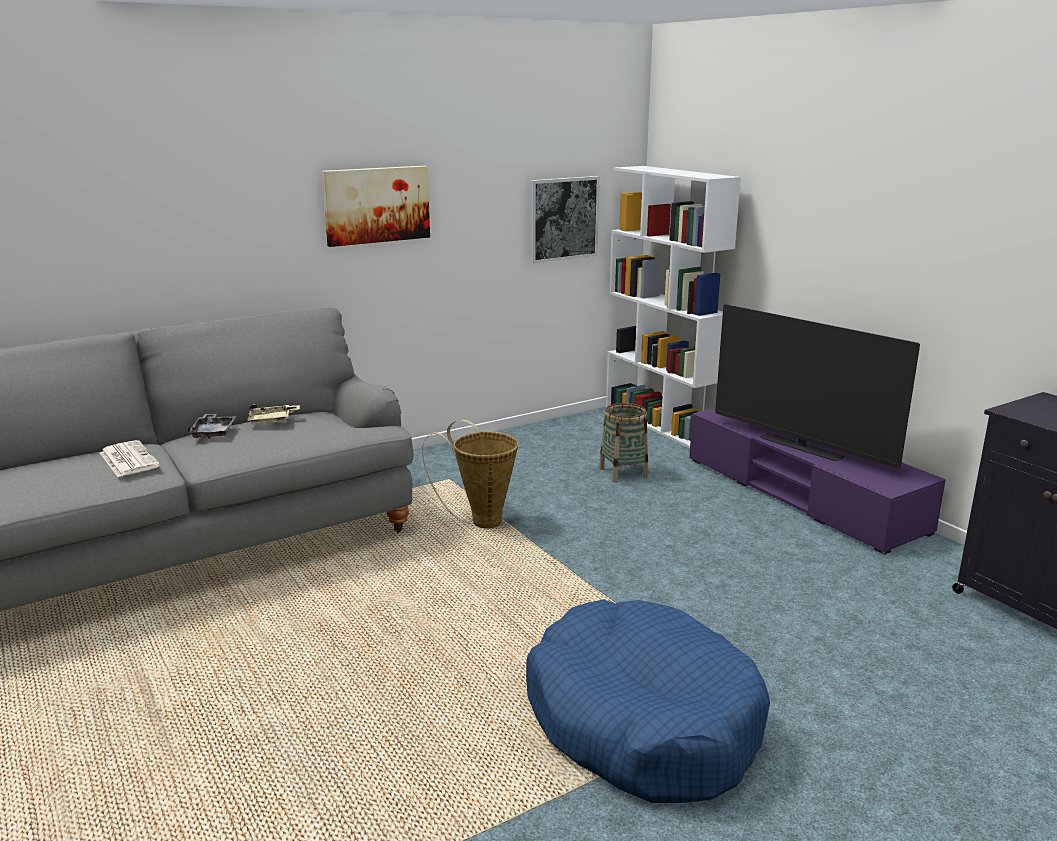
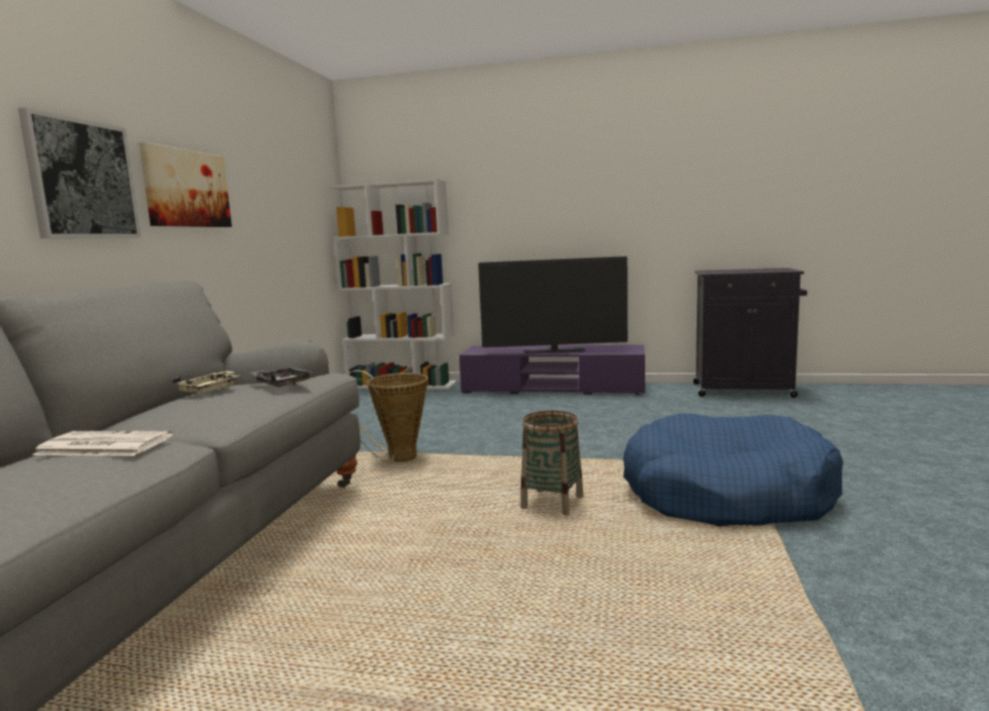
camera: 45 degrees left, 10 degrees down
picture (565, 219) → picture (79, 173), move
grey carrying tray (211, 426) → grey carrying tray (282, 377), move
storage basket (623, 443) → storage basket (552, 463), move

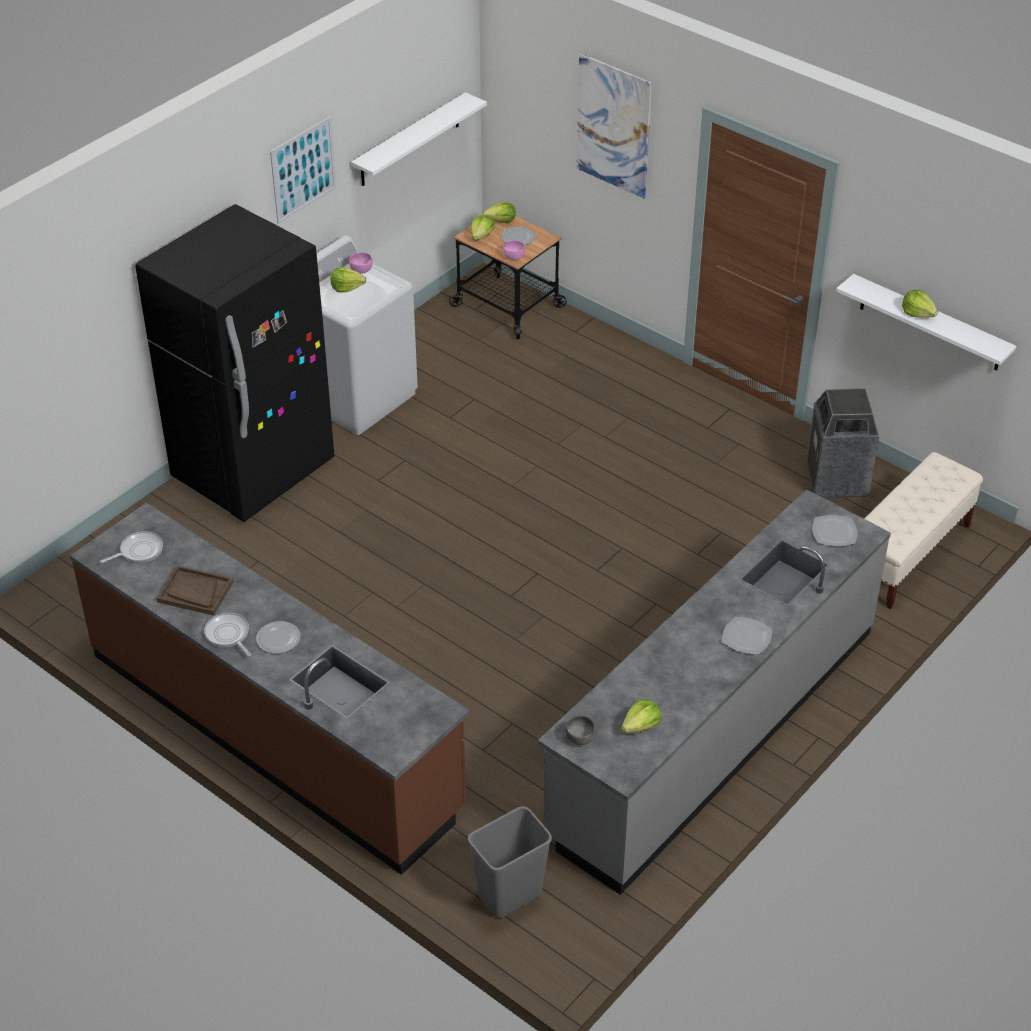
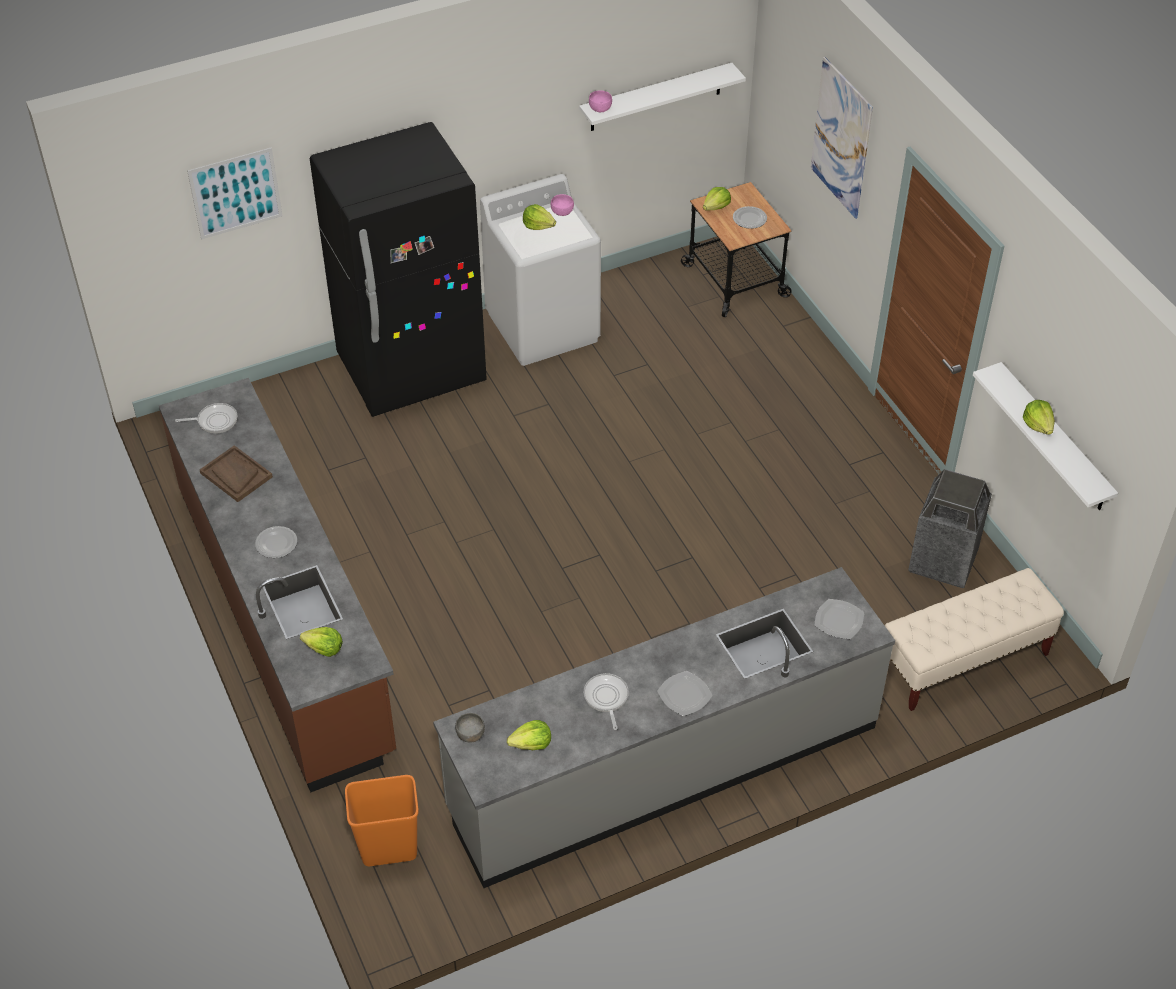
camera: 25 degrees right, 5 degrees up
picture (303, 170) → picture (235, 193), move
lettuce (499, 212) → lettuce (321, 642), move
grey rubbish bin (510, 862) → orangey rubbish bin (382, 820)
frying pan (227, 634) → frying pan (606, 701), move
pink deep dish (514, 250) → pink deep dish (600, 101), move

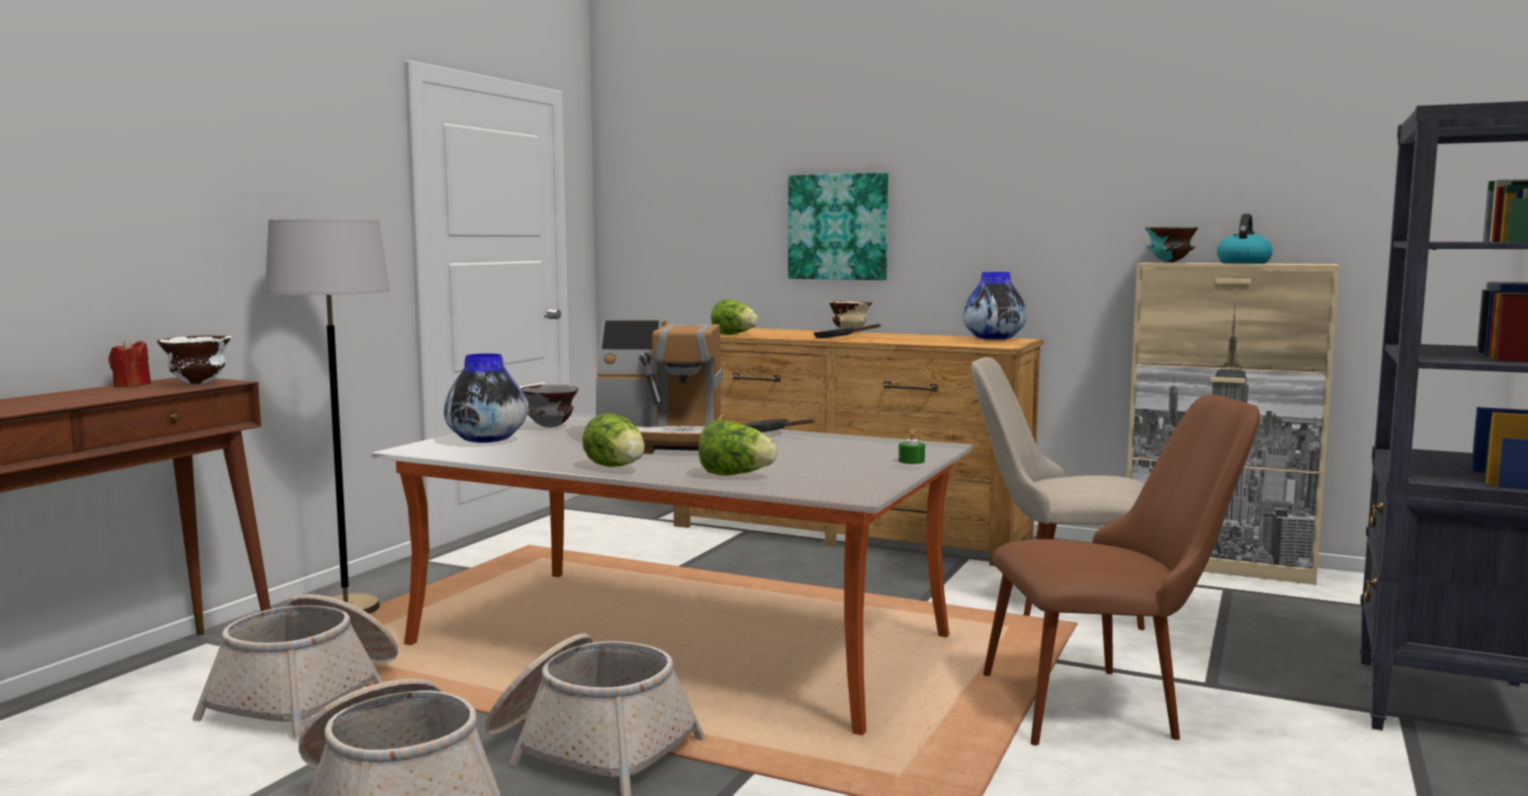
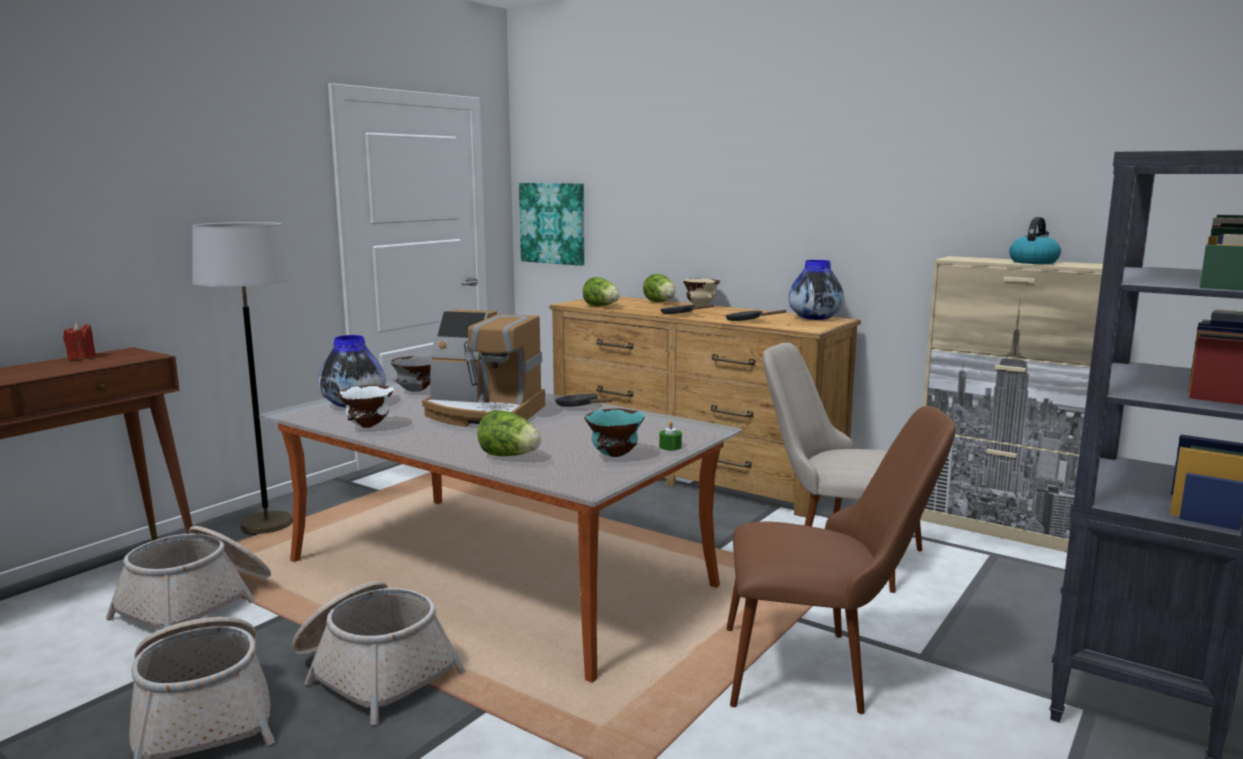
camera: 10 degrees right, 5 degrees up
whitish deep dish (194, 359) → whitish deep dish (366, 406), move
picture (838, 226) → picture (551, 224), move
turquoise deep dish (1171, 244) → turquoise deep dish (614, 432), move
lettuce (613, 440) → lettuce (659, 288), move
- → black-coloured frying pan (756, 315)

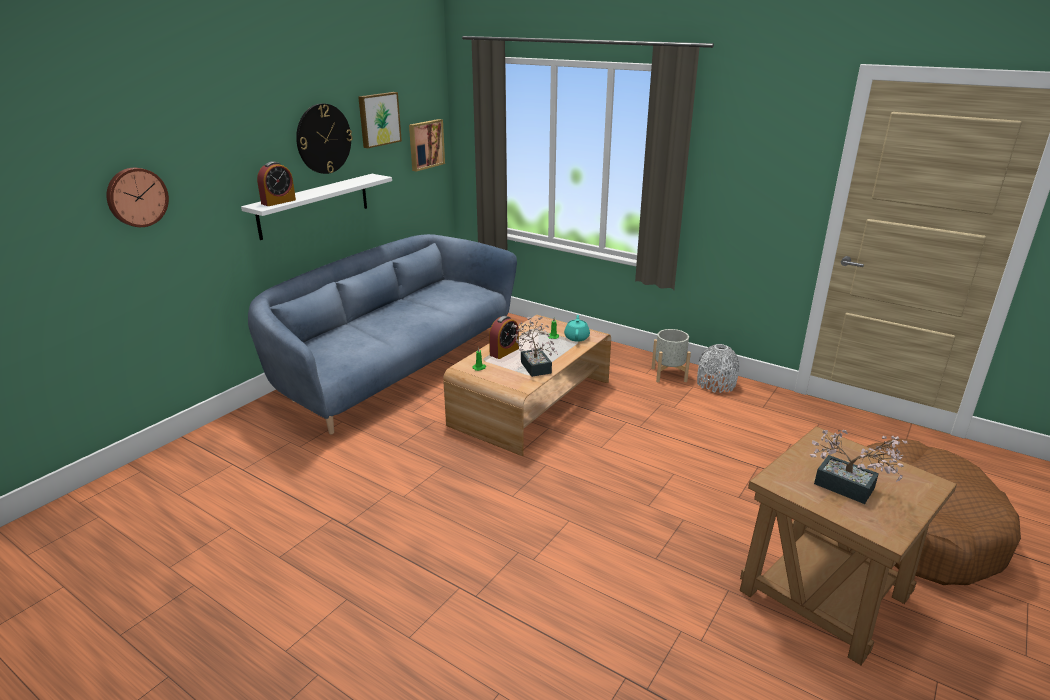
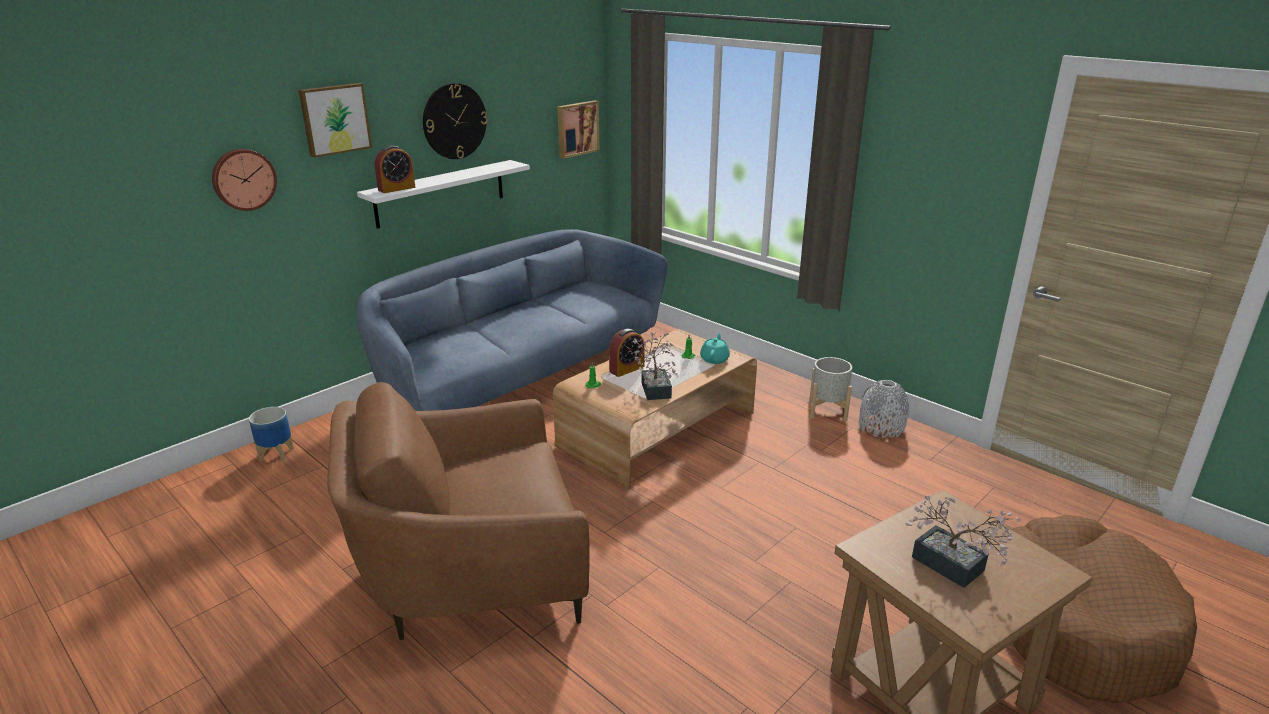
camera: 10 degrees right, 0 degrees up
- → flower pot (271, 434)
picture (380, 120) → picture (335, 120), move
- → brown-coloured lounge chair (458, 511)

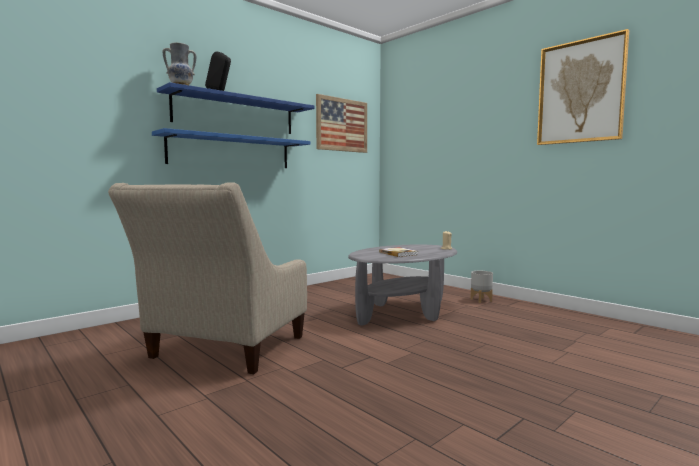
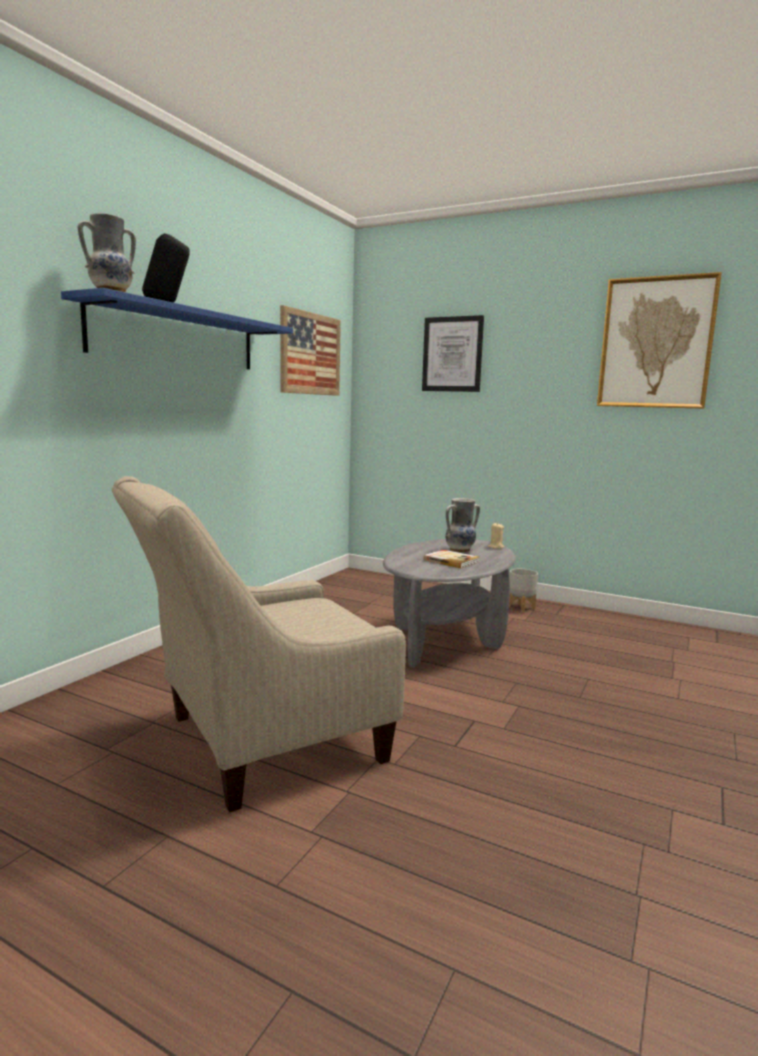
camera: 20 degrees left, 5 degrees up
beige-coloured lounge chair (207, 278) → beige-coloured lounge chair (259, 644), 60 degrees clockwise
- → picture (453, 353)
- → vase (463, 525)
bluish bracket shelf (231, 148) → -

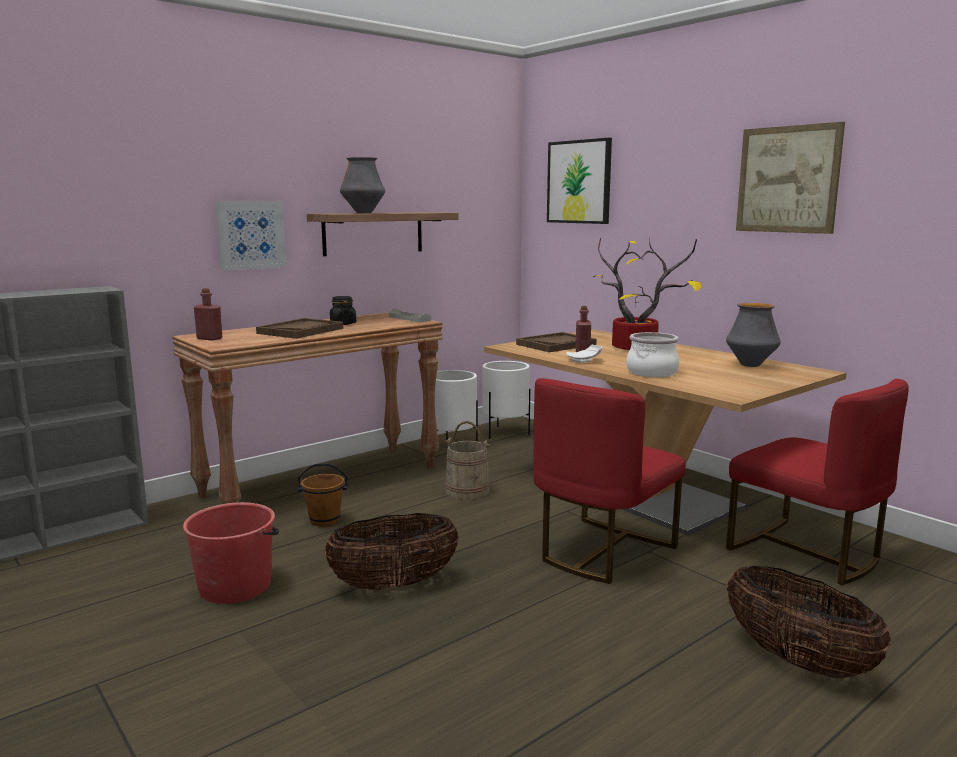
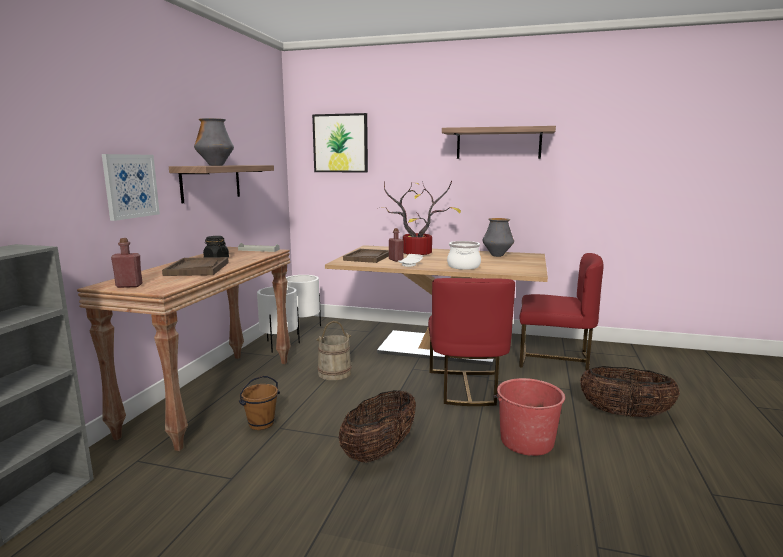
camera: 35 degrees left, 0 degrees up
picture (790, 178) → bracket shelf (499, 142)
red-coloured water bucket (231, 553) → red-coloured water bucket (529, 417), move

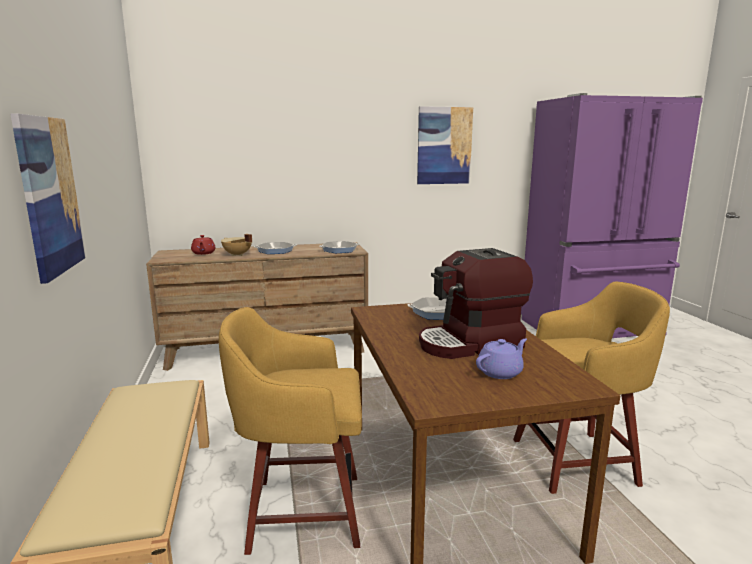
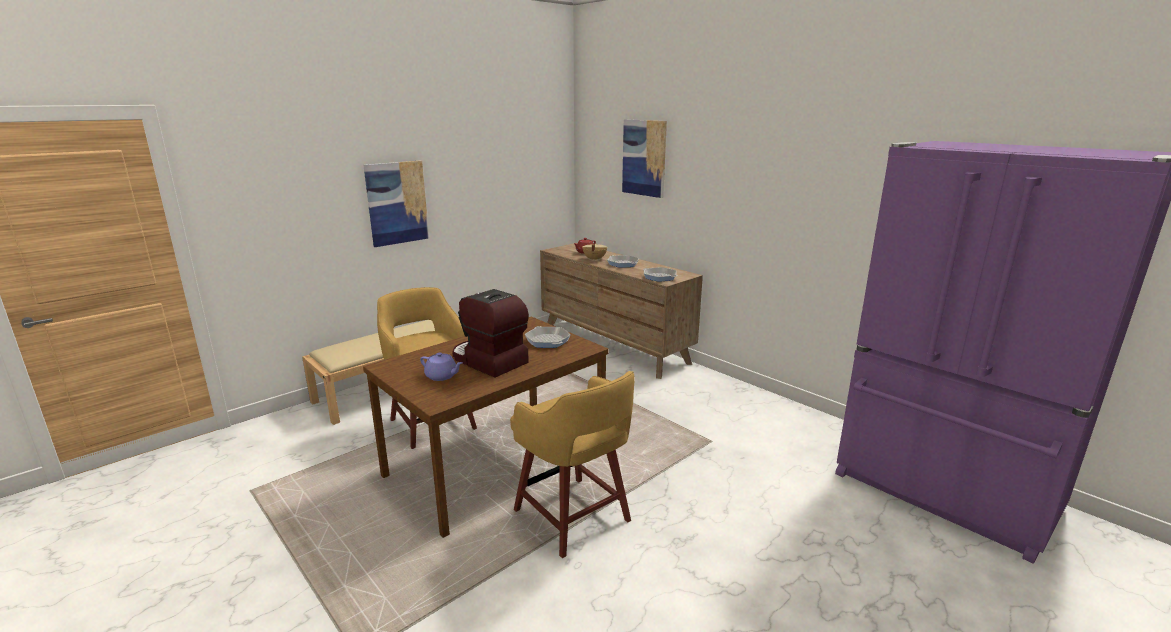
camera: 60 degrees right, 5 degrees up
picture (445, 145) → picture (644, 158), move

